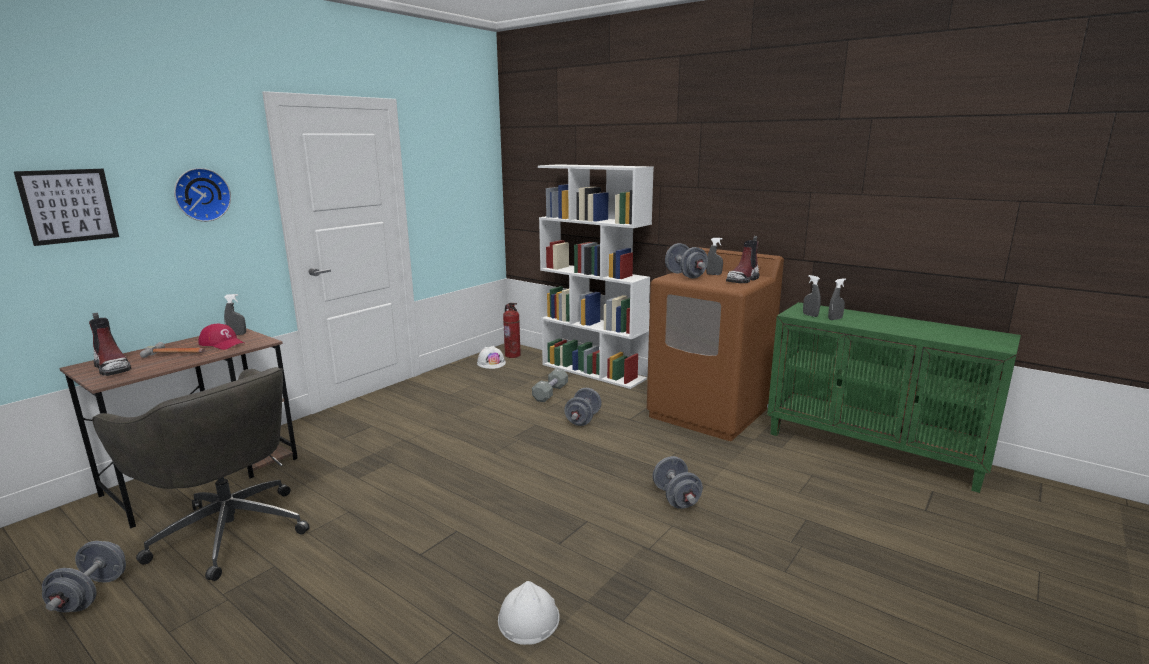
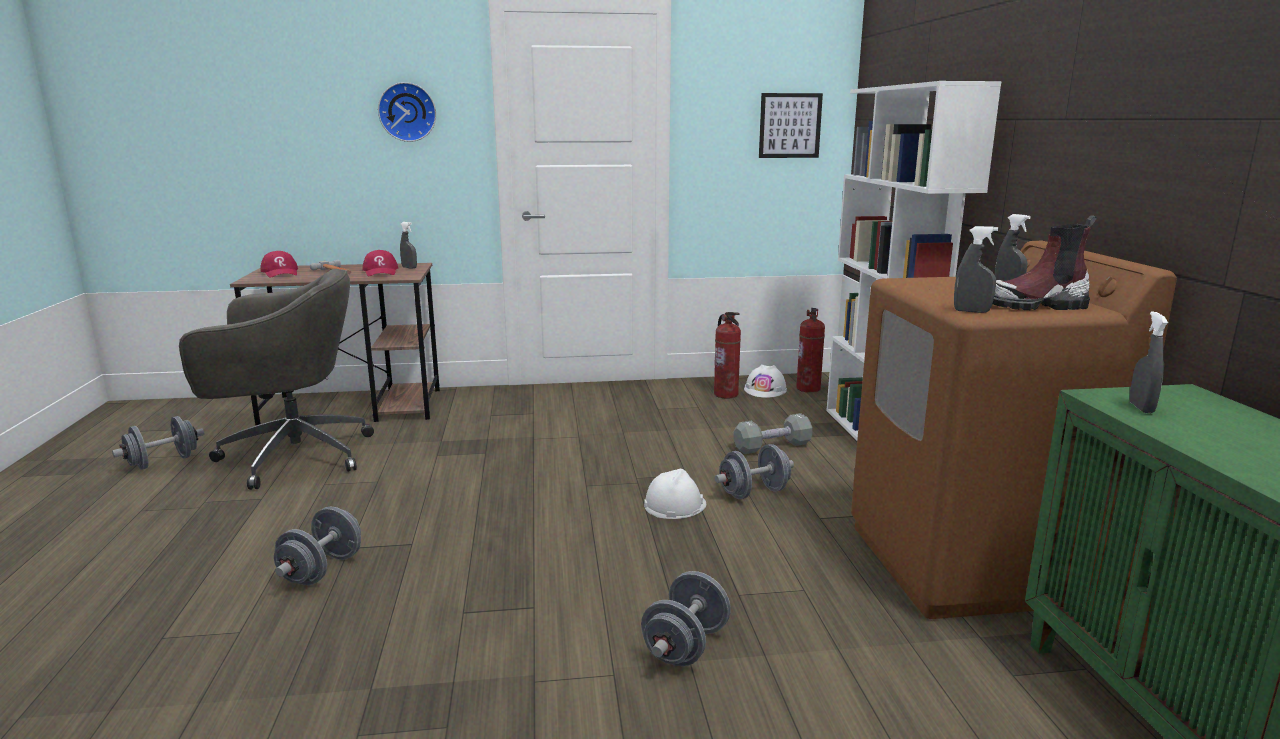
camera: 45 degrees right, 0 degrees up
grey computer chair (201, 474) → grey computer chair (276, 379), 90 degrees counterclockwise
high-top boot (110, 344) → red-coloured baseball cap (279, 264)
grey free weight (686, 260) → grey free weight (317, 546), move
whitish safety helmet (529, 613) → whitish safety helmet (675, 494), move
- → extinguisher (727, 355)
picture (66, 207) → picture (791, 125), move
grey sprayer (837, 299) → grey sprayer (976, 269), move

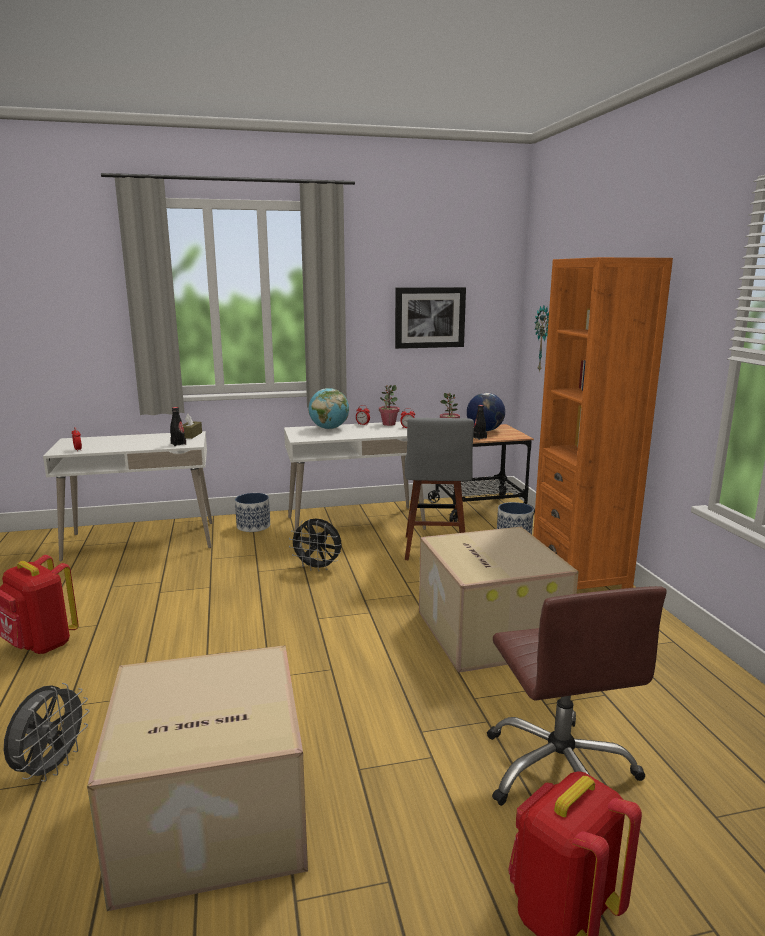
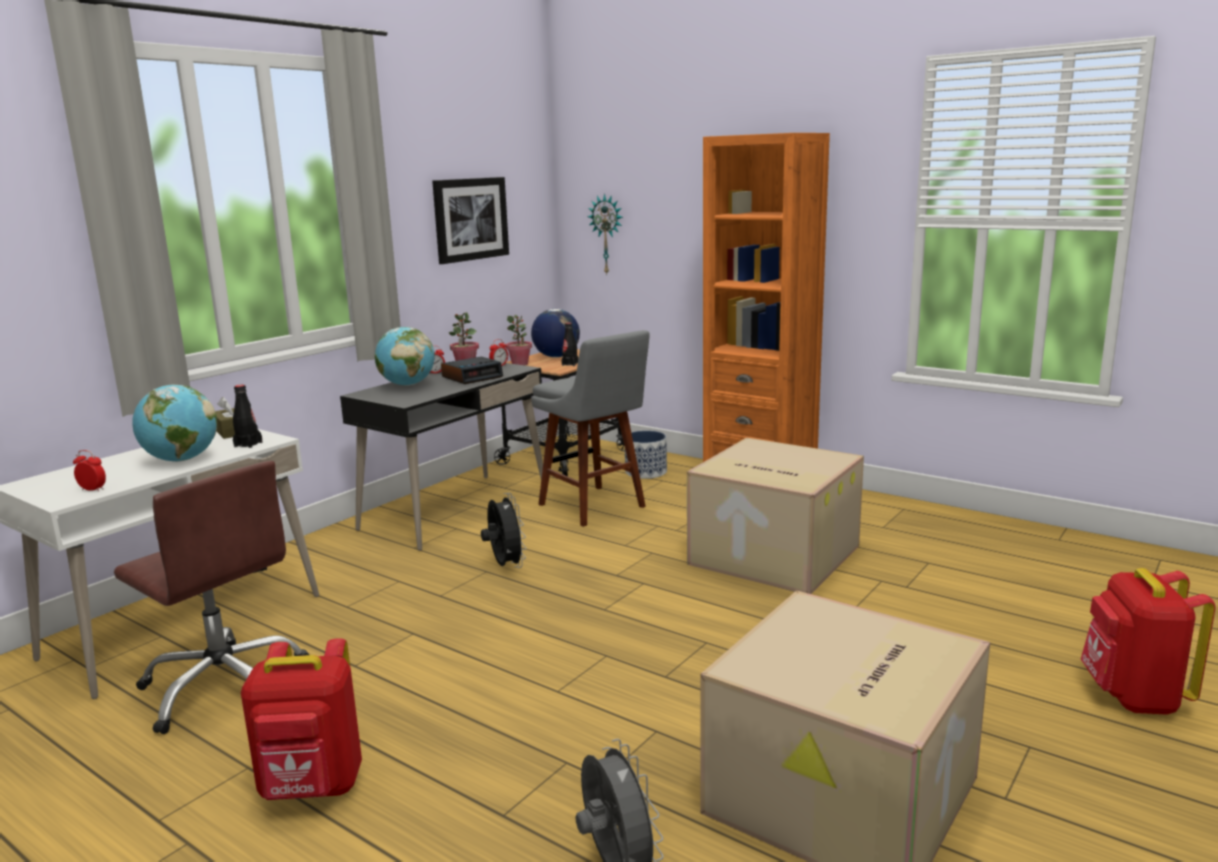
camera: 40 degrees left, 0 degrees up
brown-coloured computer chair (577, 696) → brown-coloured computer chair (211, 597), move
- → world globe (174, 423)
whitish desk (355, 476) → black-coloured desk (444, 457)
- → table clock (472, 370)
black-coloured fan (315, 545) → black-coloured fan (504, 530), 90 degrees counterclockwise
flower pot (252, 512) → -

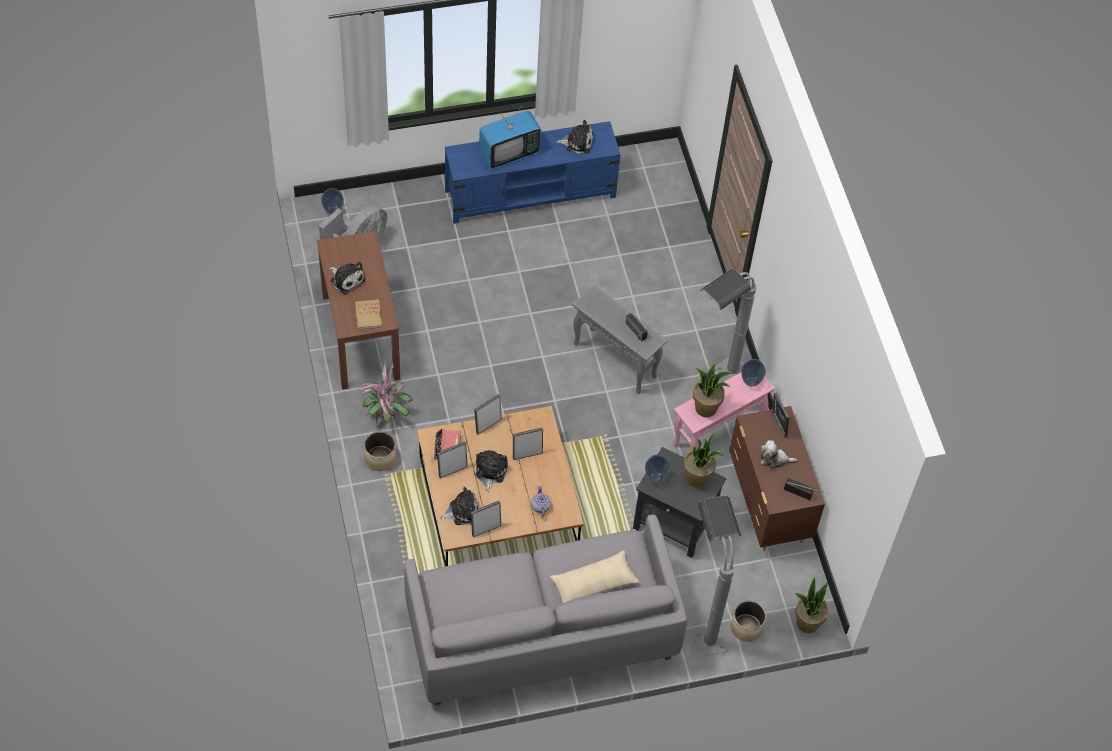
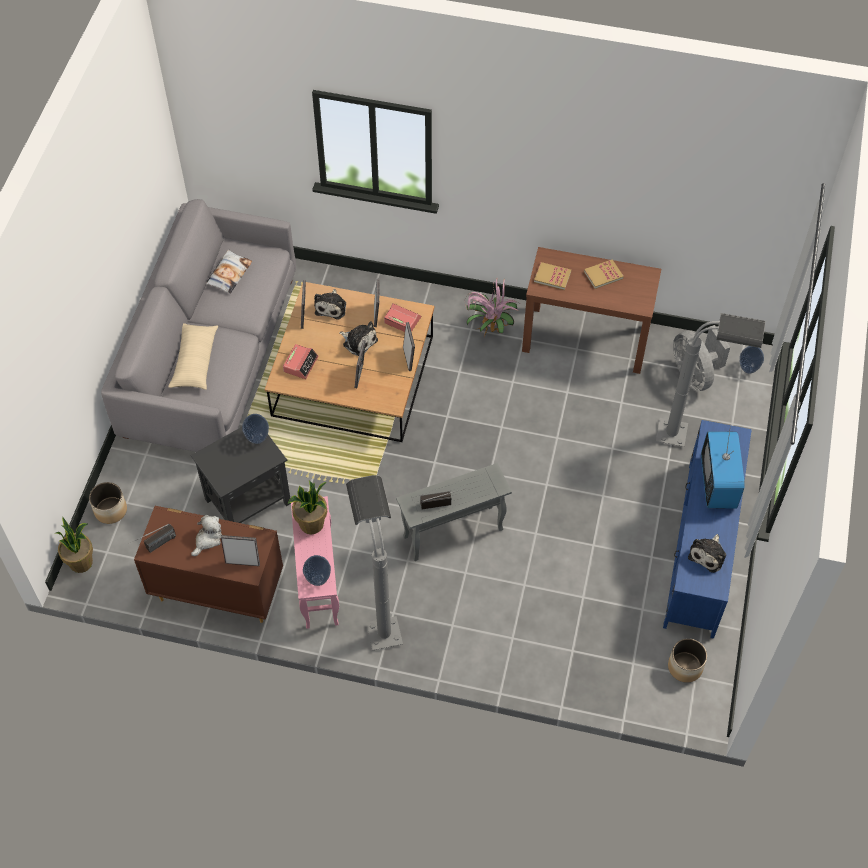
camera: 120 degrees right, 0 degrees up
- → pillow (229, 272)
pot for tea (541, 502) → table clock (300, 361)
cuddly toy (347, 278) → bound book (604, 274)
grey floor lamp (716, 576) → grey floor lamp (710, 380), move
flower pot (380, 451) → flower pot (687, 660), move
plant in a pot (703, 461) → -

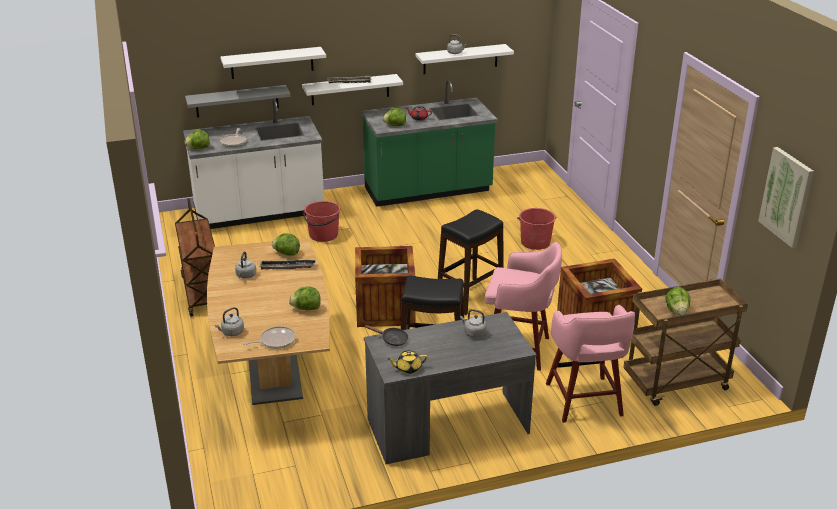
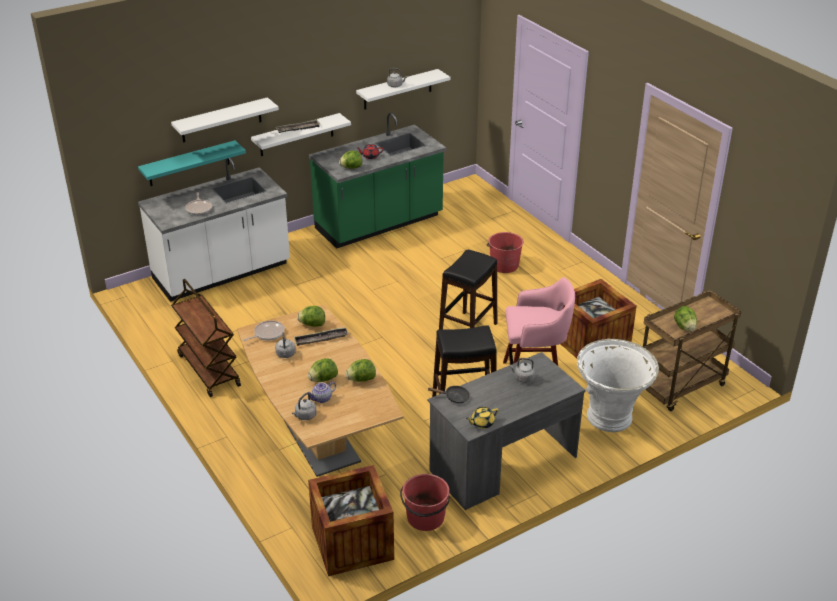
camera: 15 degrees left, 5 degrees up
grey bracket shelf (237, 101) → turquoise bracket shelf (192, 163)
frying pan (269, 337) → frying pan (264, 331), move
- → pot for tea (321, 392)
lettuce (197, 139) → lettuce (323, 370), move
shipping crate (385, 286) → shipping crate (351, 520), move
red-coloured water bucket (321, 221) → red-coloured water bucket (425, 502), move
pink stool seat (590, 364) → whitish flower pot (618, 385)
picture (786, 197) → -

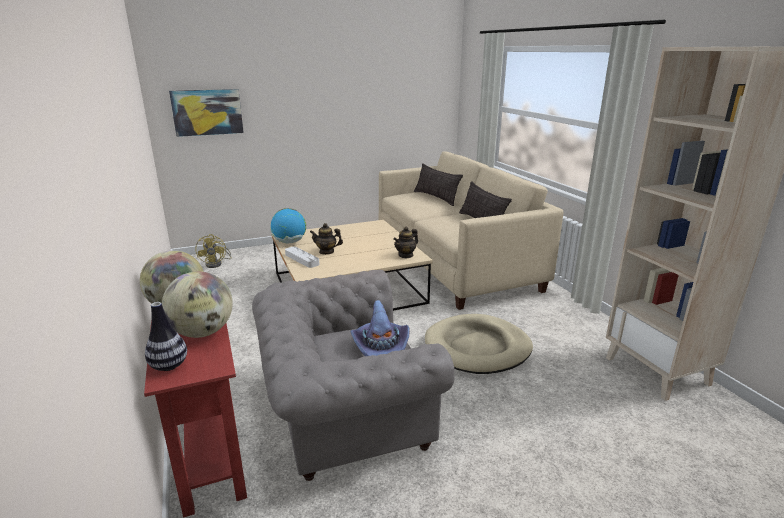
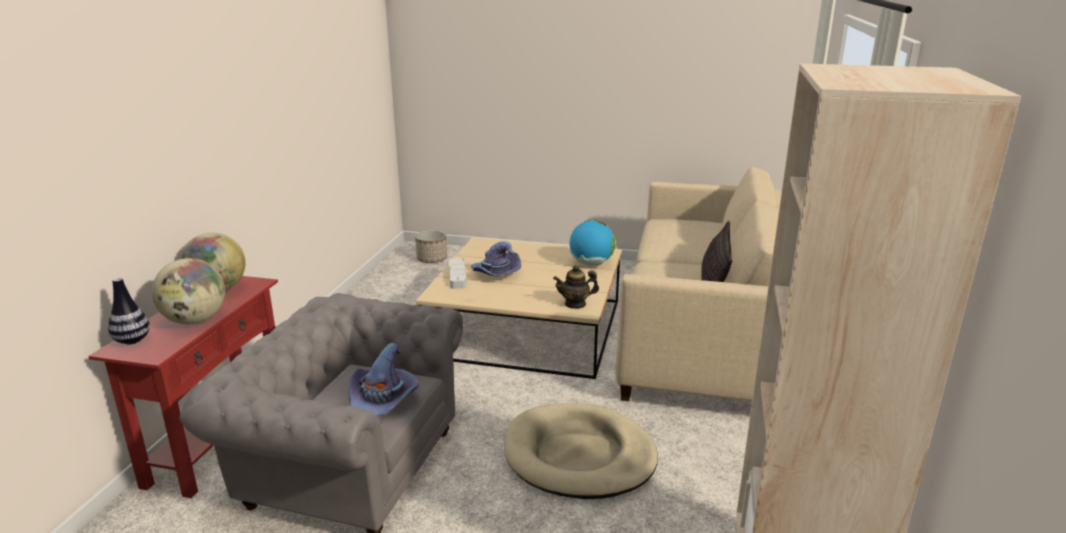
camera: 35 degrees right, 0 degrees up
yellowish fan (213, 251) → flower pot (431, 246)
pot for tea (326, 239) → purple-coloured hat (496, 259)
world globe (288, 225) → world globe (592, 243), move
picture (206, 113) → -
pillow (438, 185) → -

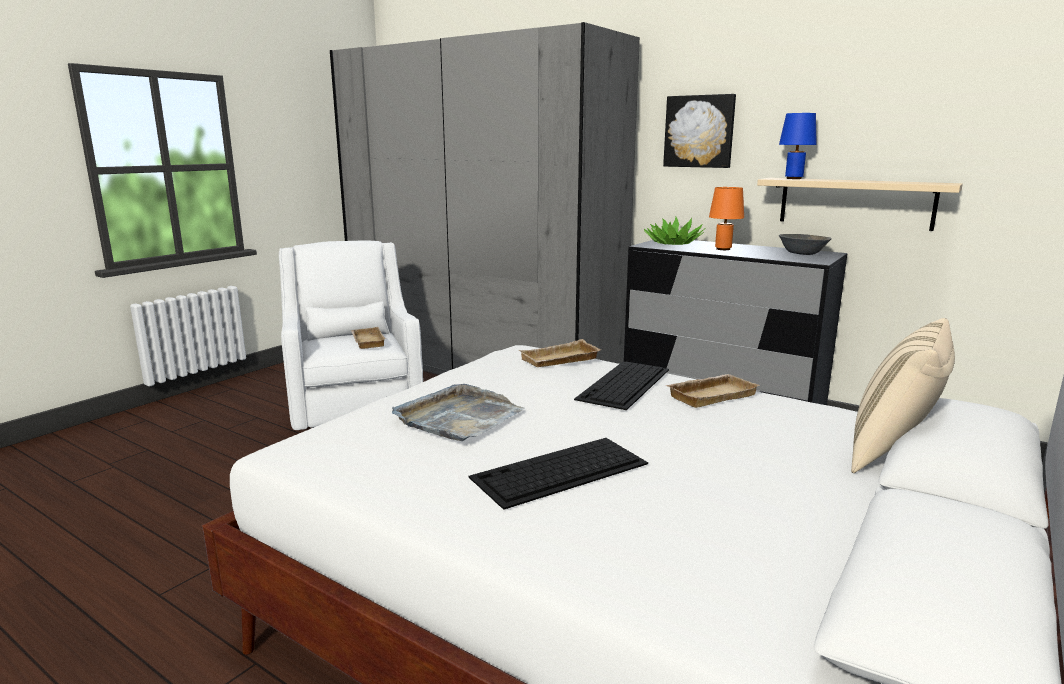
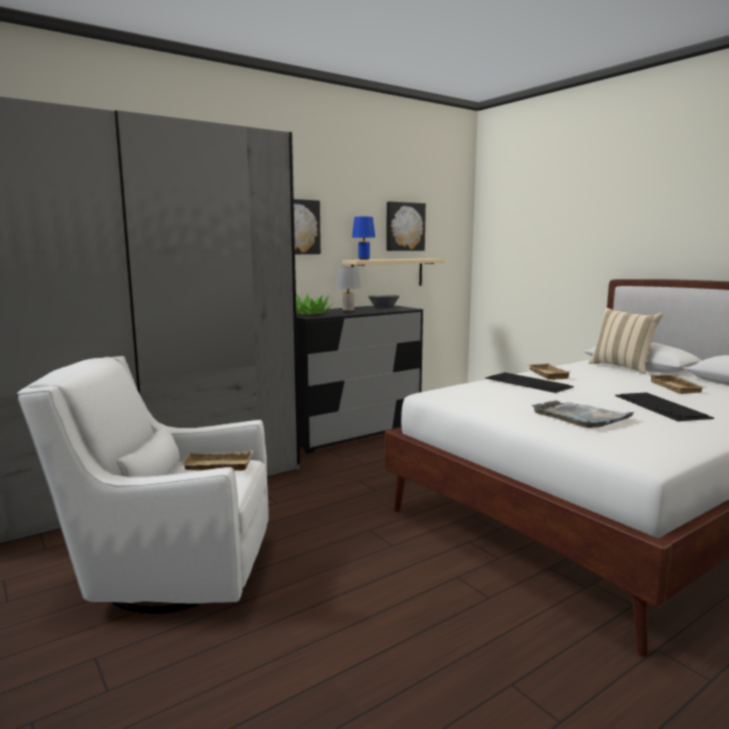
camera: 70 degrees left, 5 degrees down
orangey tabletop lamp (726, 218) → grey tabletop lamp (348, 289)
- → picture (406, 226)
beige-coloured carrying tray (560, 353) → beige-coloured carrying tray (677, 384), move

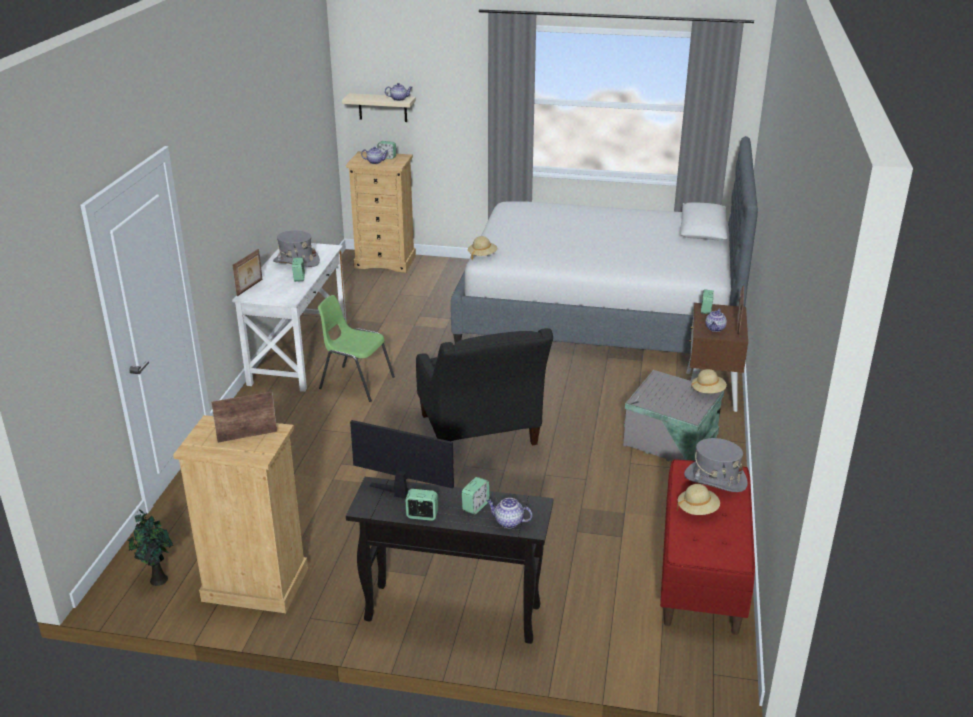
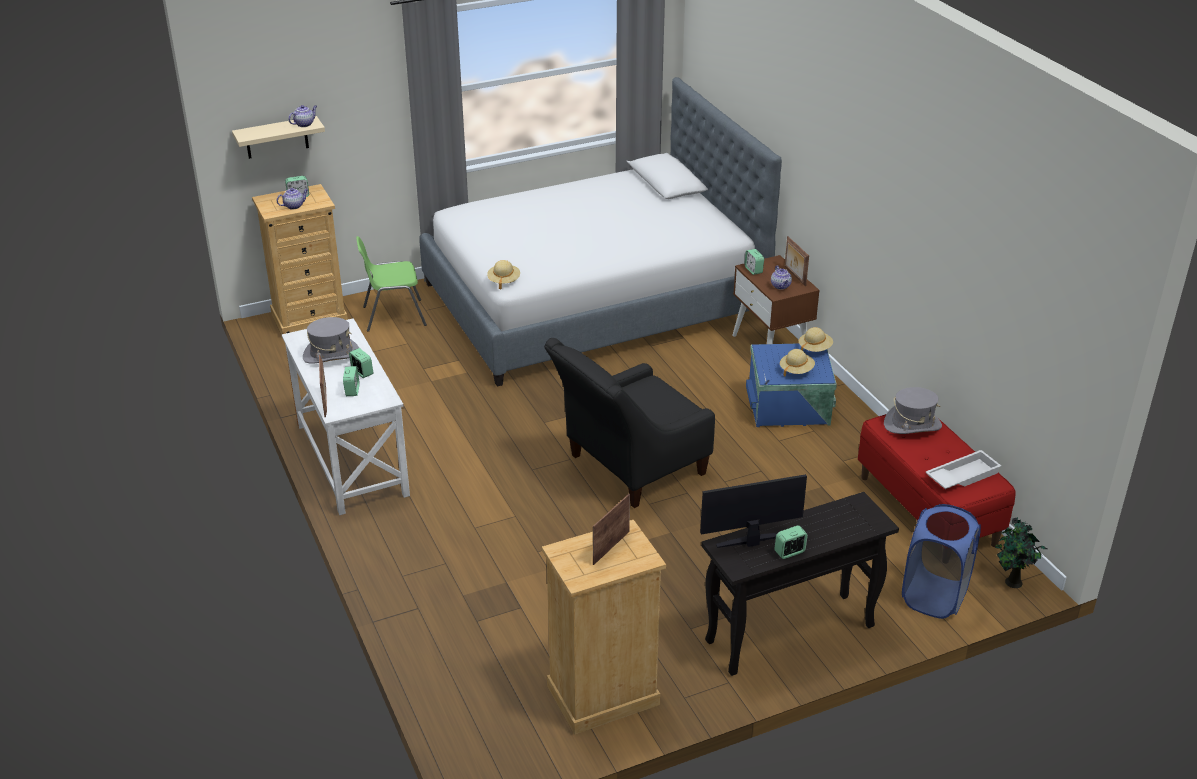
camera: 35 degrees left, 5 degrees up
table clock (476, 495) → table clock (351, 381), move
green upright chair (356, 348) → green upright chair (391, 284), move
black-coloured lounge chair (484, 387) → black-coloured lounge chair (629, 423), 105 degrees clockwise
grey storage box (673, 415) → bluish storage box (791, 385)
beige-coloured hat (698, 499) → beige-coloured hat (797, 363), move
- → bluish laundry basket (941, 561)
- → whitish carrying tray (963, 469)
plant in a pot (150, 547) → plant in a pot (1021, 552), move
pot for tea (509, 513) → -

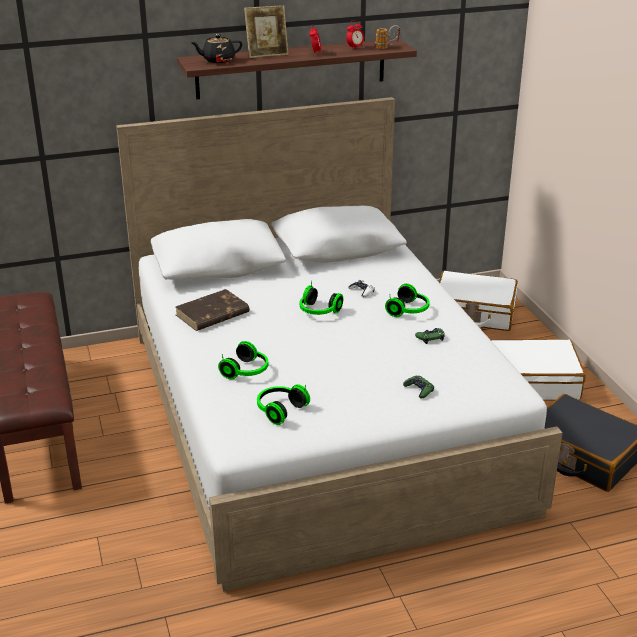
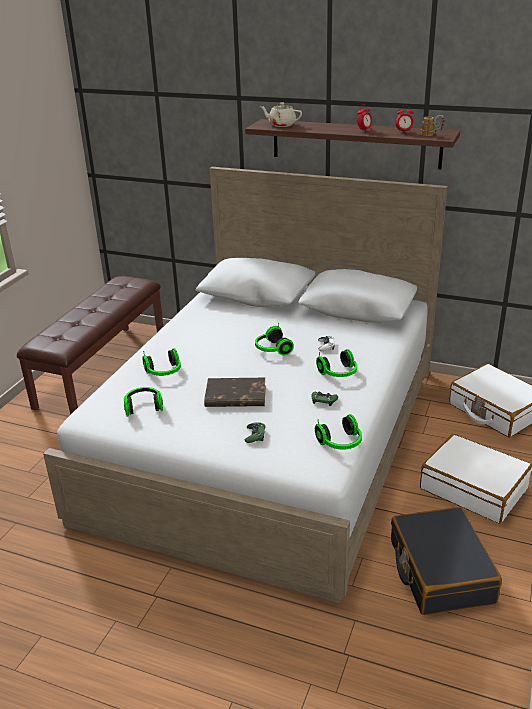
camera: 40 degrees right, 0 degrees up
brown-coloured bound book (212, 310) → brown-coloured bound book (235, 392), move
black-coloured pot for tea (216, 48) → beige-coloured pot for tea (281, 115)
- → headphones (338, 432)
picture frame (266, 31) → -

